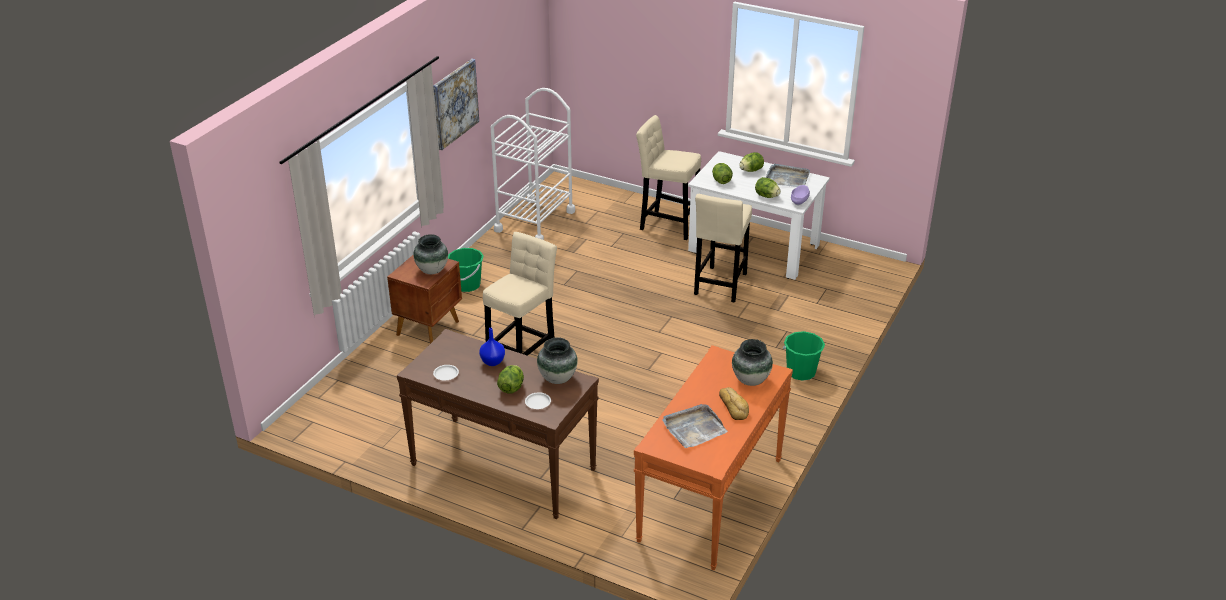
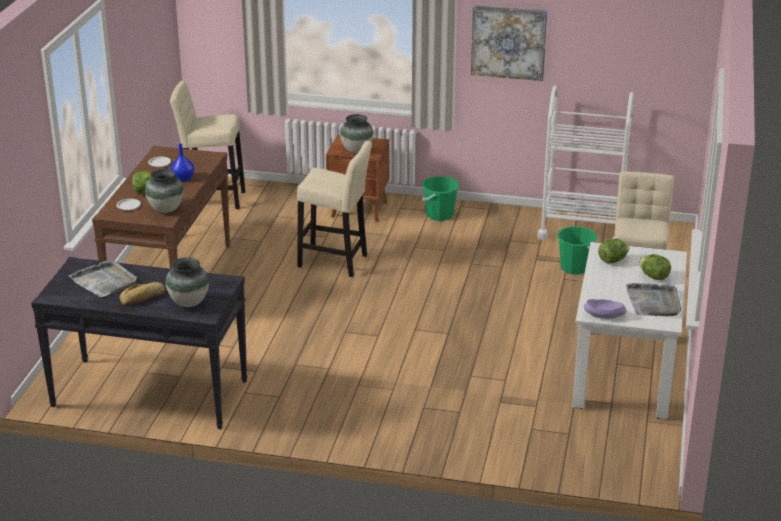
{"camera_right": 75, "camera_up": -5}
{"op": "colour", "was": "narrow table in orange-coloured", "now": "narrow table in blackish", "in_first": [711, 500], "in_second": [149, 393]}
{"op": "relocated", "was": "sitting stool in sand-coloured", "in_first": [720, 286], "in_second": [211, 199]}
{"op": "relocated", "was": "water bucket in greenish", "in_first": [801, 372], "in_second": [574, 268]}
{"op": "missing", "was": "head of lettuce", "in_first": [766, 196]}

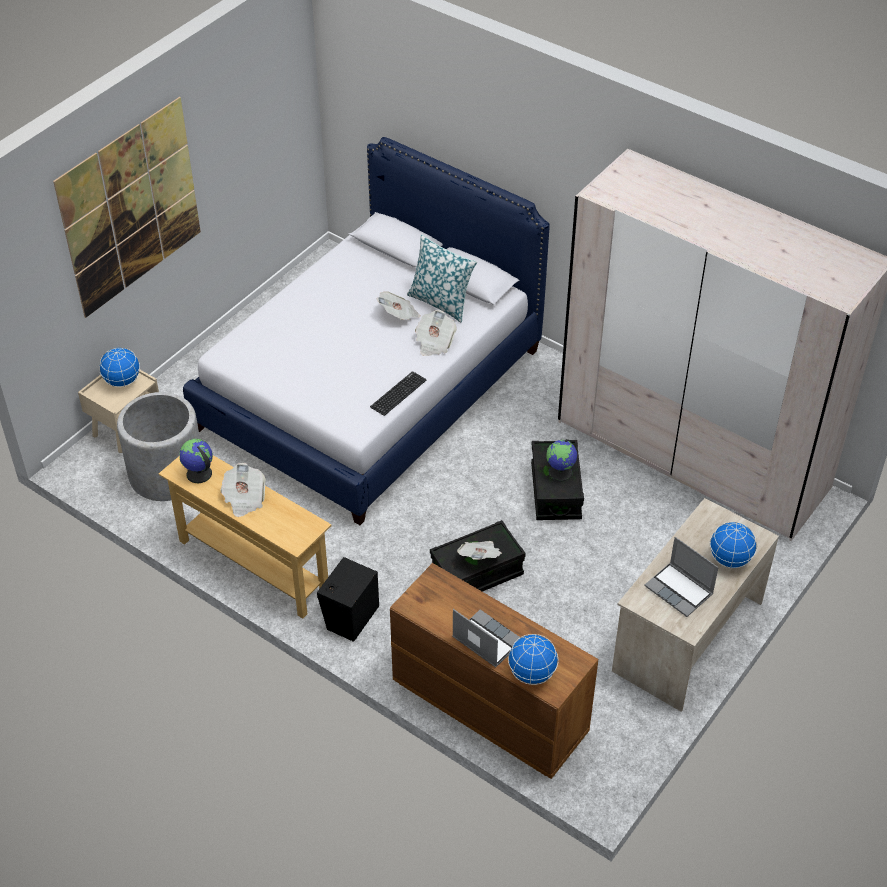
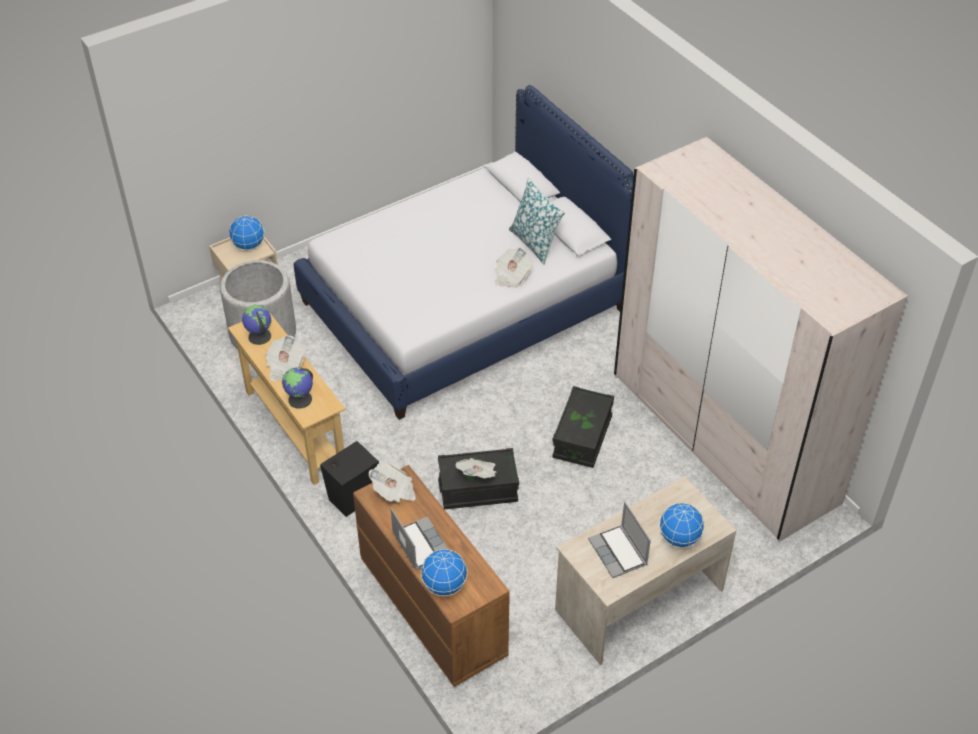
{"camera_right": 20, "camera_up": 0}
{"op": "relocated", "was": "globe", "in_first": [560, 472], "in_second": [300, 399]}
{"op": "relocated", "was": "daily paper", "in_first": [399, 315], "in_second": [394, 491]}
{"op": "missing", "was": "picture", "in_first": [131, 208]}
{"op": "missing", "was": "computer keyboard", "in_first": [398, 394]}

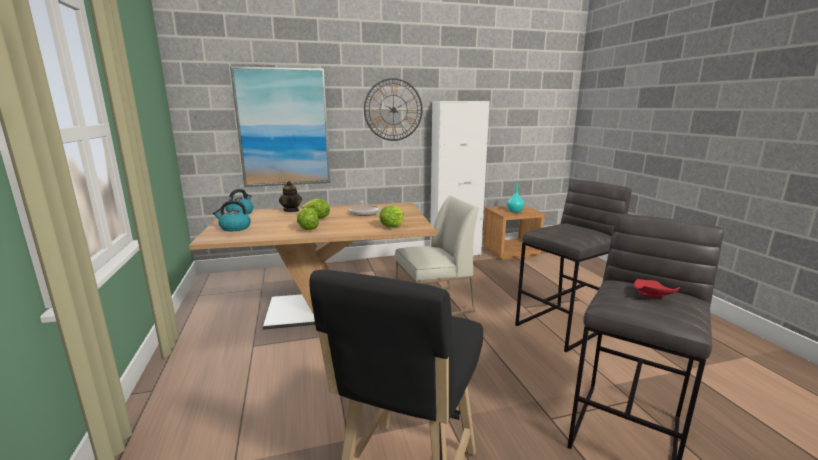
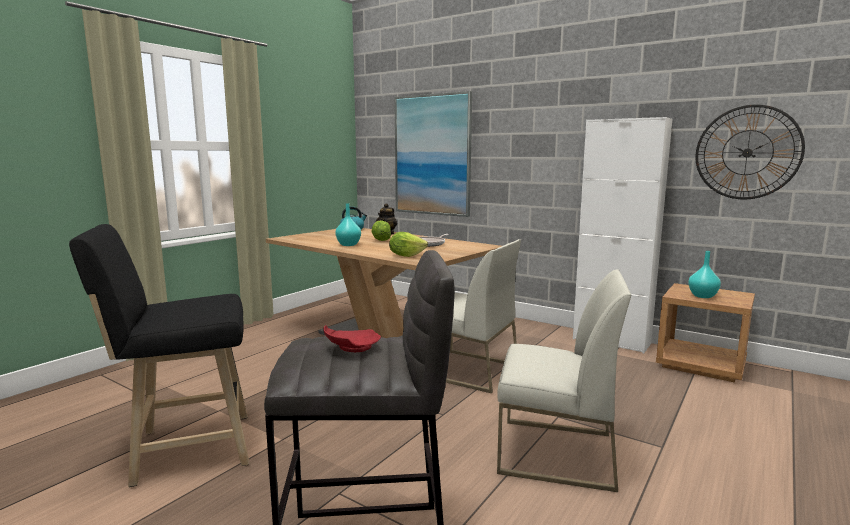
{"camera_right": 50, "camera_up": -5}
{"op": "exchanged", "was": "head of lettuce", "now": "vase in blue-green", "in_first": [307, 229], "in_second": [348, 245]}
{"op": "exchanged", "was": "sitting stool in grey", "now": "upright chair in white", "in_first": [563, 326], "in_second": [555, 453]}
{"op": "relocated", "was": "clock on the wall", "in_first": [393, 110], "in_second": [747, 152]}
{"op": "missing", "was": "kettle", "in_first": [234, 228]}

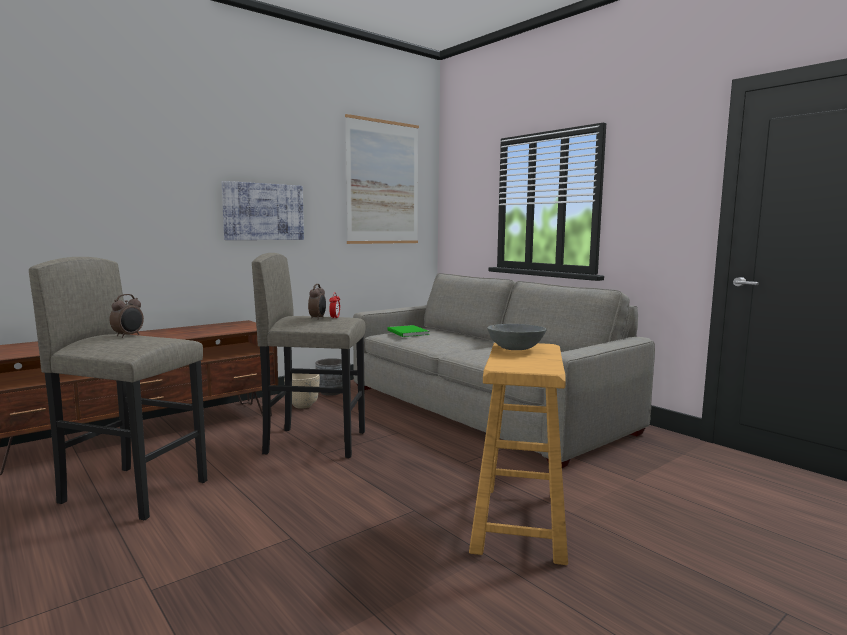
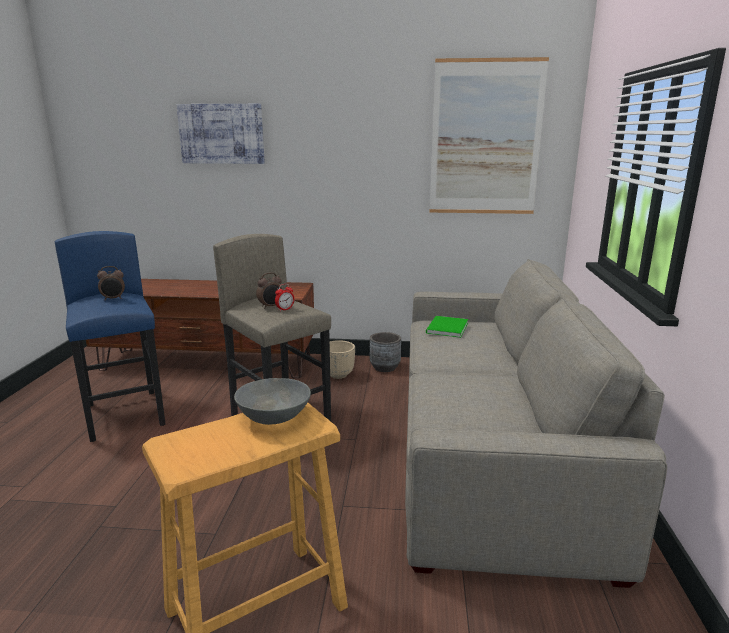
{"camera_right": 45, "camera_up": 10}
{"op": "colour", "was": "sitting stool in grey", "now": "sitting stool in bluish", "in_first": [135, 491], "in_second": [126, 414]}
{"op": "relocated", "was": "picture", "in_first": [263, 212], "in_second": [221, 134]}

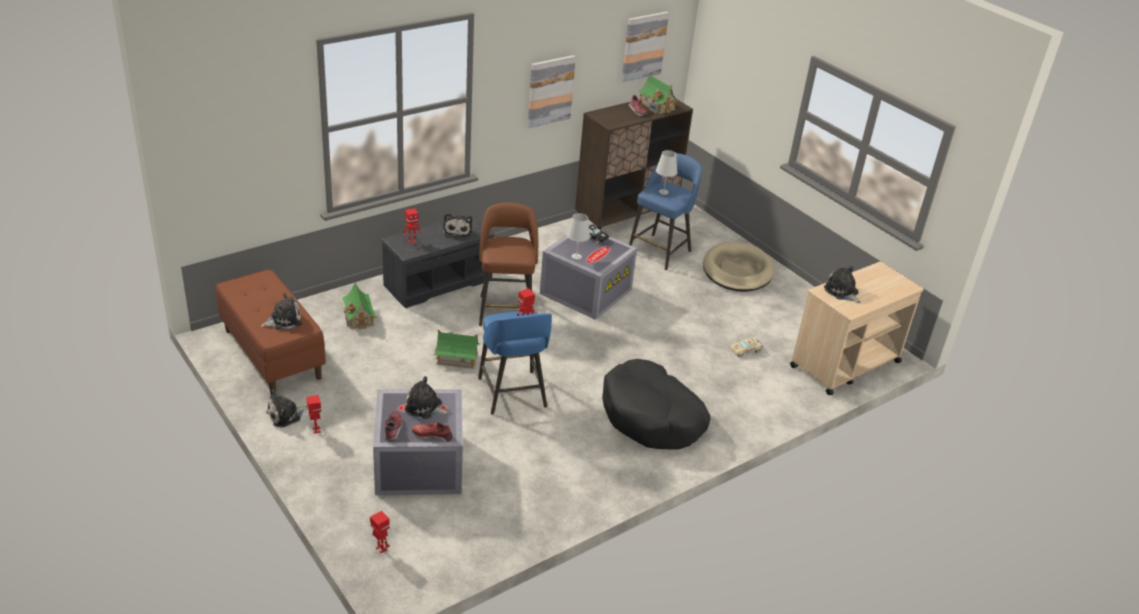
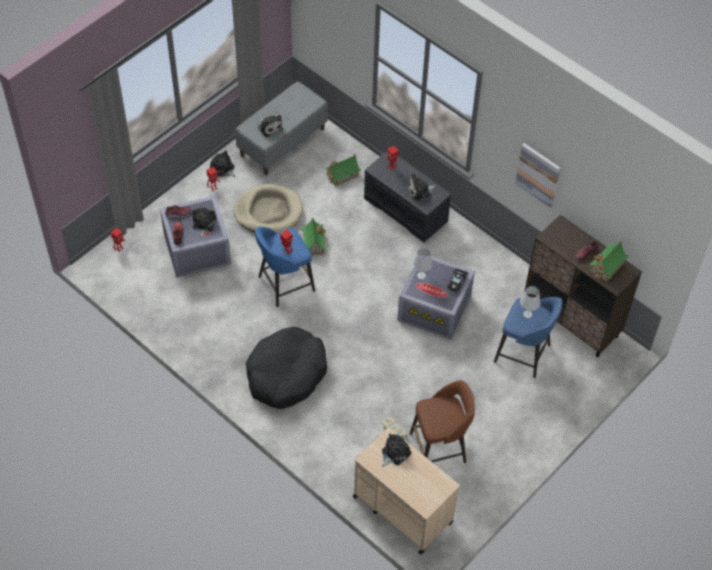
{"camera_right": 80, "camera_up": 20}
{"op": "relocated", "was": "dog cushion in sand-coloured", "in_first": [737, 271], "in_second": [268, 212]}
{"op": "colour", "was": "indoor bench in brown-coloured", "now": "indoor bench in grey", "in_first": [272, 354], "in_second": [282, 142]}
{"op": "relocated", "was": "sitting stool in brown-coloured", "in_first": [506, 310], "in_second": [439, 447]}
{"op": "missing", "was": "picture", "in_first": [643, 46]}

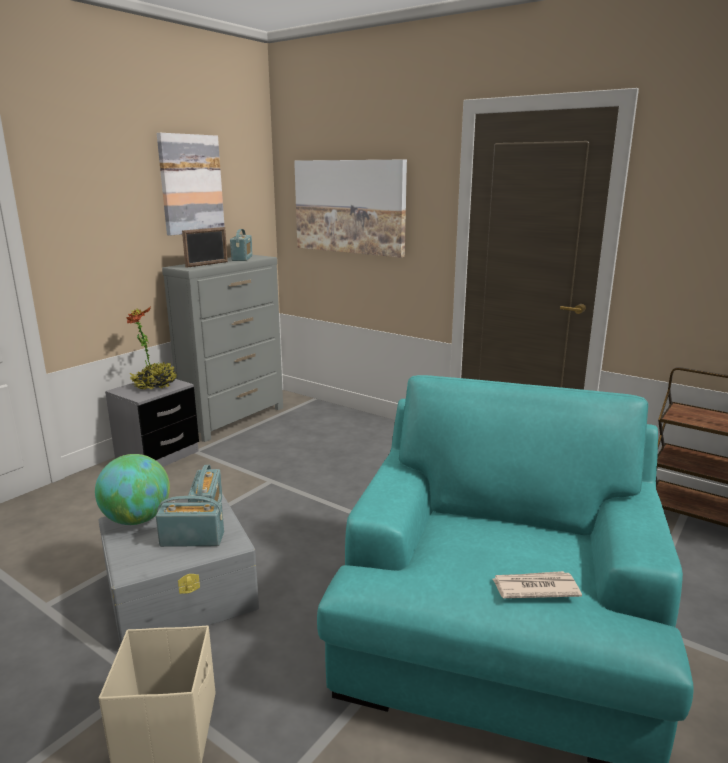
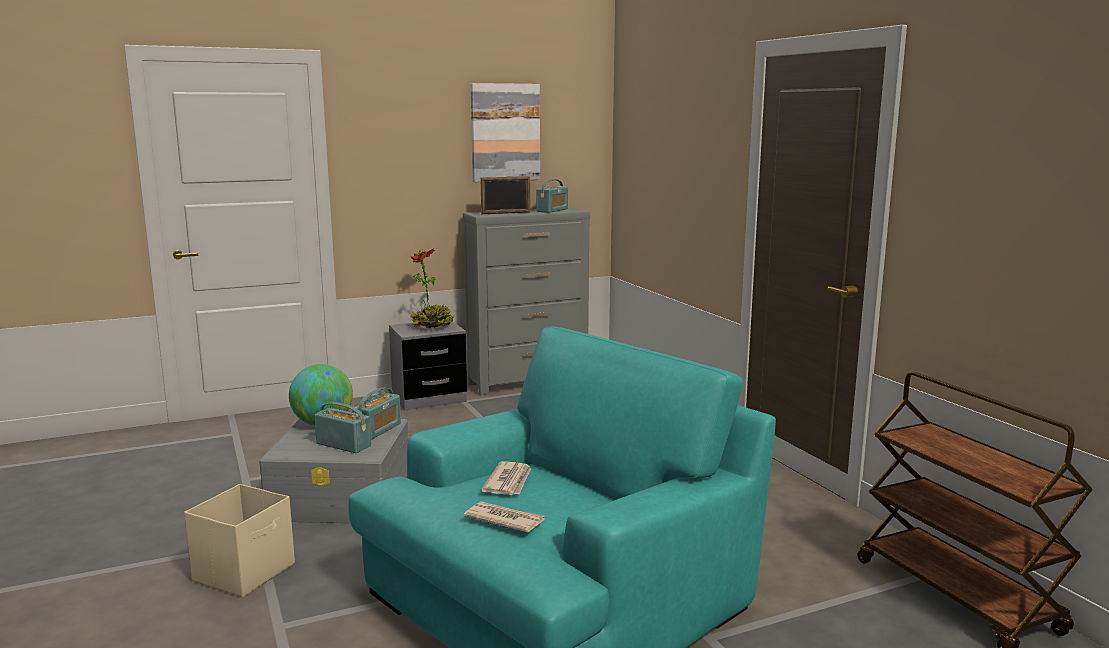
{"camera_right": 30, "camera_up": -5}
{"op": "appeared", "now": "daily paper", "in_second": [509, 482]}
{"op": "missing", "was": "picture", "in_first": [350, 206]}

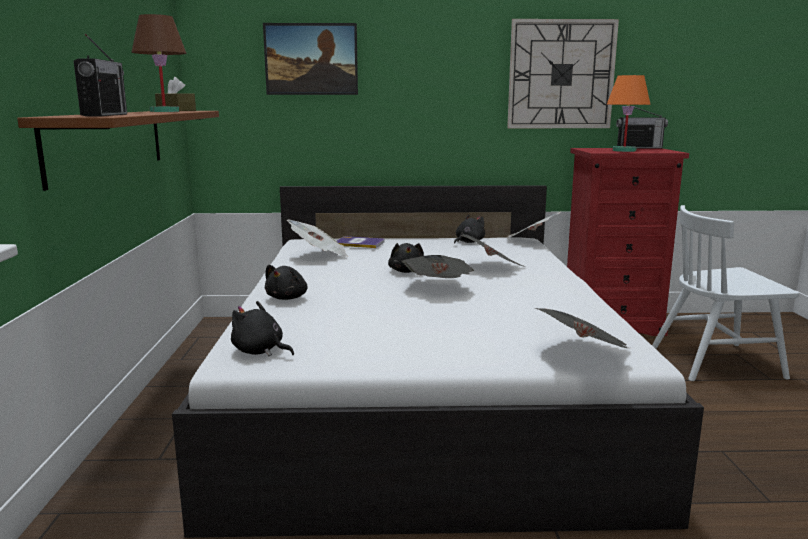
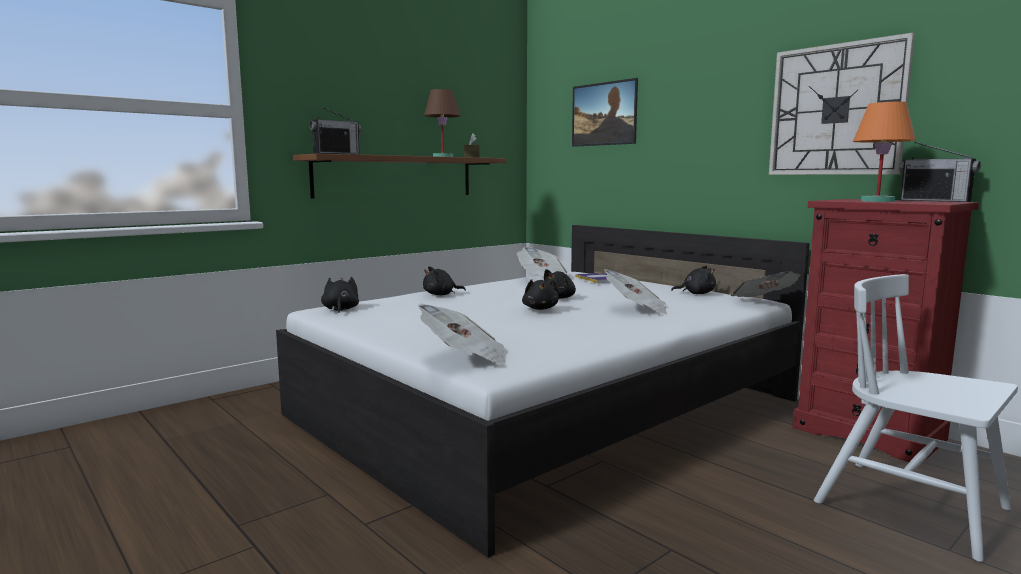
{"camera_right": 50, "camera_up": -5}
{"op": "exchanged", "was": "daily paper", "now": "soft toy in blackish", "in_first": [438, 287], "in_second": [540, 308]}

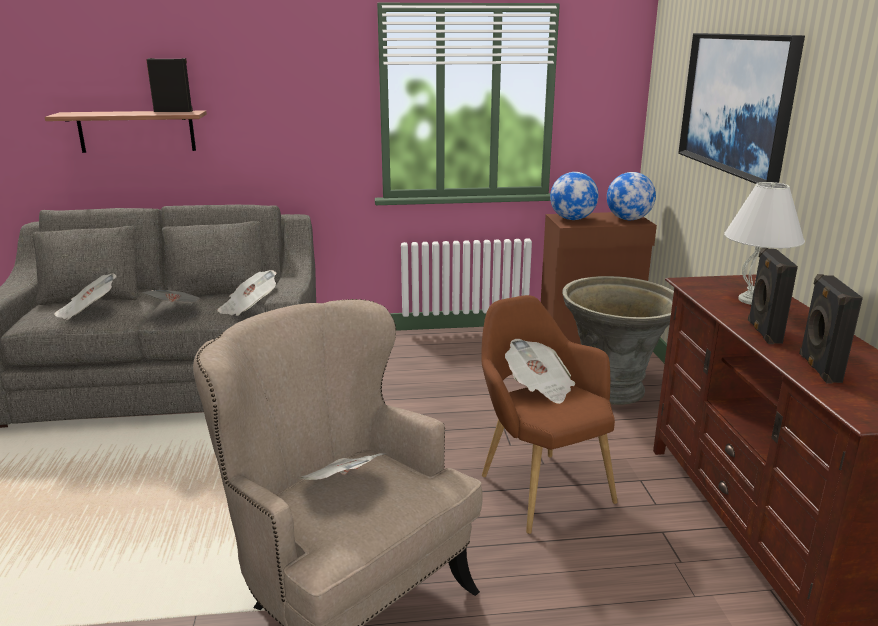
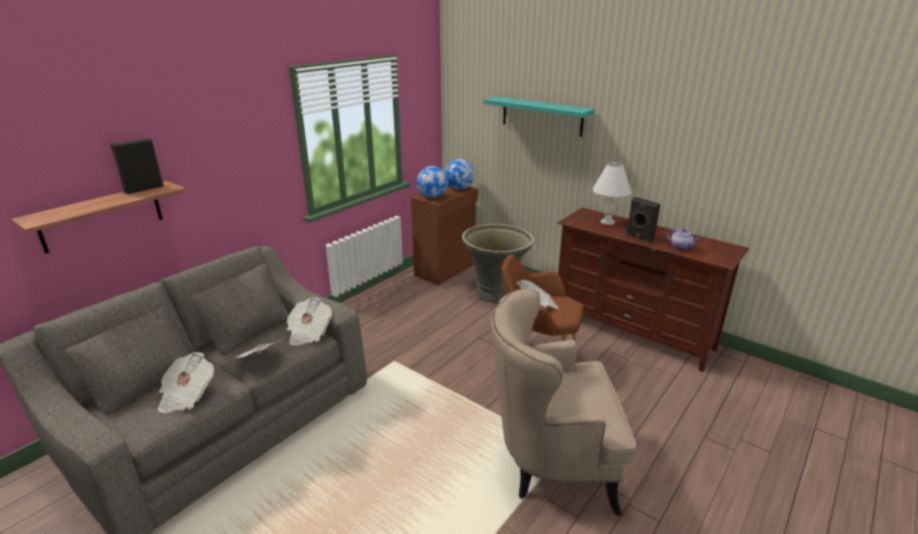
{"camera_right": -45, "camera_up": 5}
{"op": "exchanged", "was": "picture", "now": "bracket shelf in blue-green", "in_first": [737, 103], "in_second": [541, 116]}
{"op": "exchanged", "was": "speaker in blackish", "now": "tea pot", "in_first": [818, 368], "in_second": [681, 247]}
{"op": "missing", "was": "daily paper", "in_first": [343, 486]}

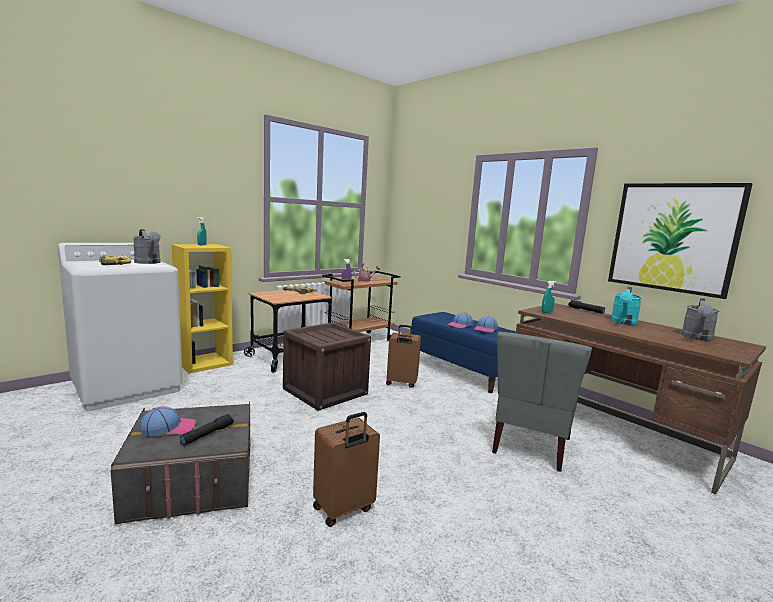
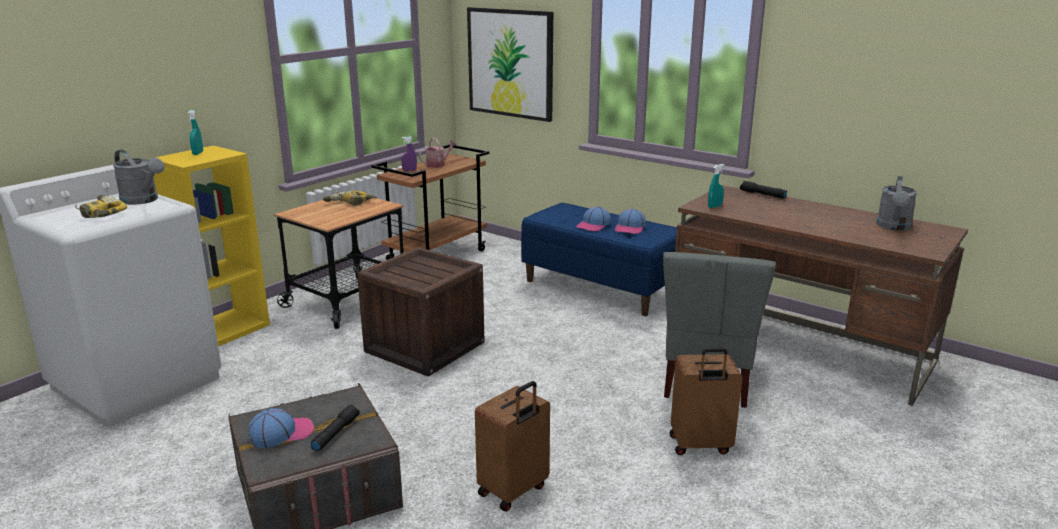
{"camera_right": -10, "camera_up": 10}
{"op": "relocated", "was": "picture", "in_first": [673, 237], "in_second": [510, 63]}
{"op": "relocated", "was": "travel case in brown-coloured", "in_first": [401, 383], "in_second": [700, 445]}
{"op": "missing", "was": "sprinkling can in blue-green", "in_first": [623, 322]}

